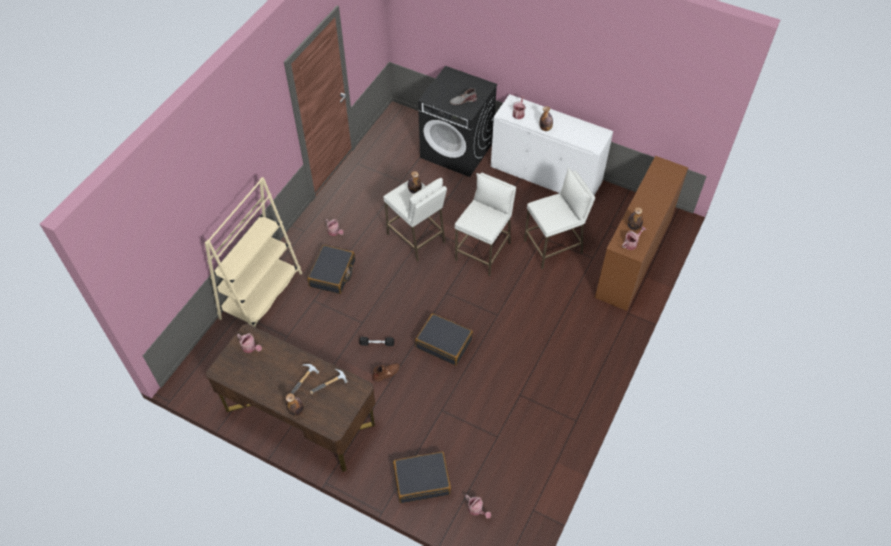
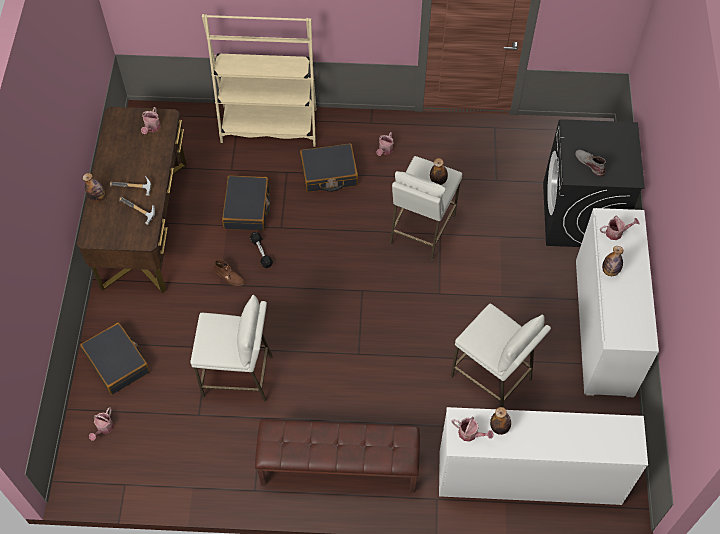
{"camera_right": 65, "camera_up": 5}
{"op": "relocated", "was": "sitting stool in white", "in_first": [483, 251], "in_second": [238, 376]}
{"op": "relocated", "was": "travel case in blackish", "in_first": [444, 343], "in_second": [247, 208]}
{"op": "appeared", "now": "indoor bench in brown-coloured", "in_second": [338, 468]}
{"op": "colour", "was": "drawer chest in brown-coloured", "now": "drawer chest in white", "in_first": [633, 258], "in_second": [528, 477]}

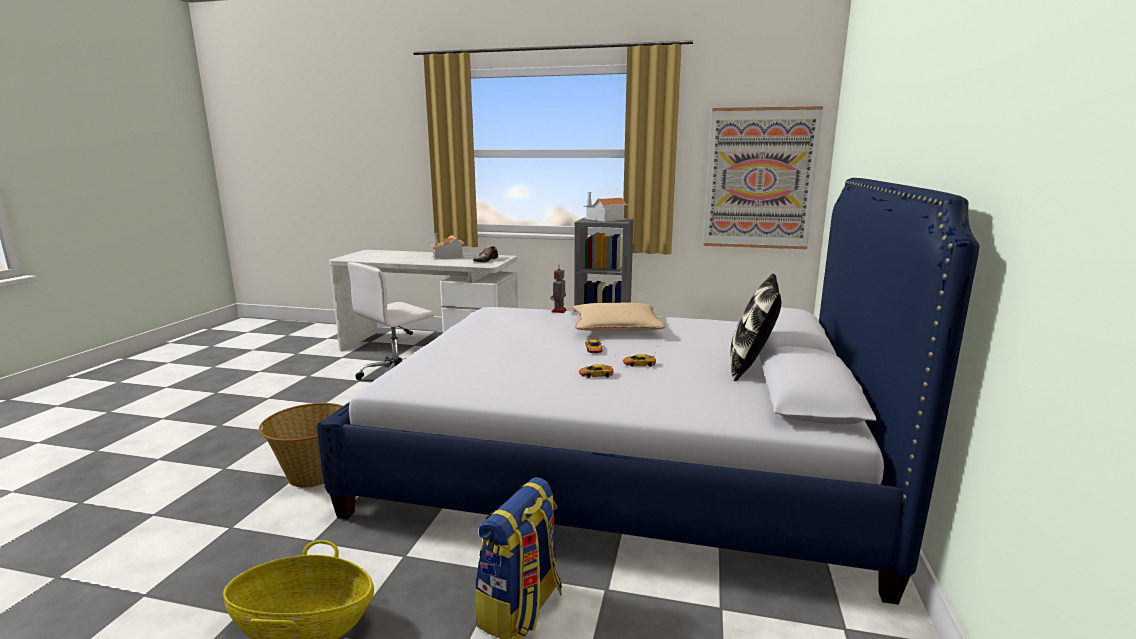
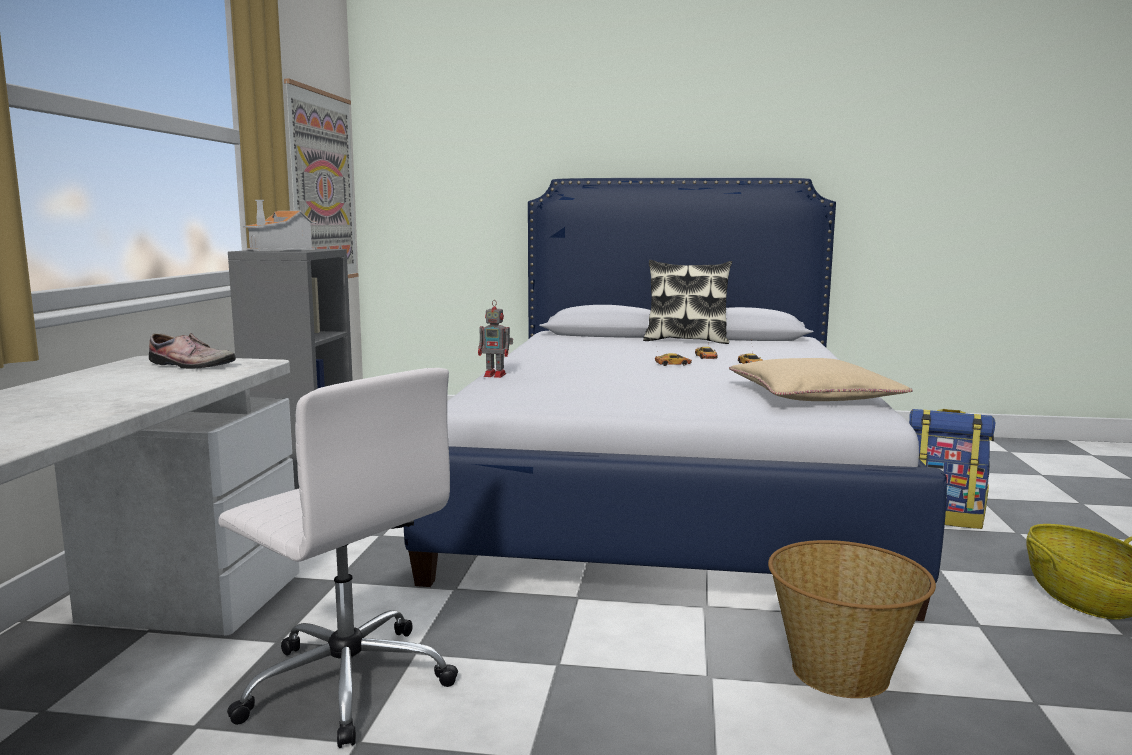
{"camera_right": -95, "camera_up": -5}
{"op": "relocated", "was": "cushion in sand-coloured", "in_first": [616, 326], "in_second": [813, 395]}
{"op": "missing", "was": "miniature house", "in_first": [449, 256]}

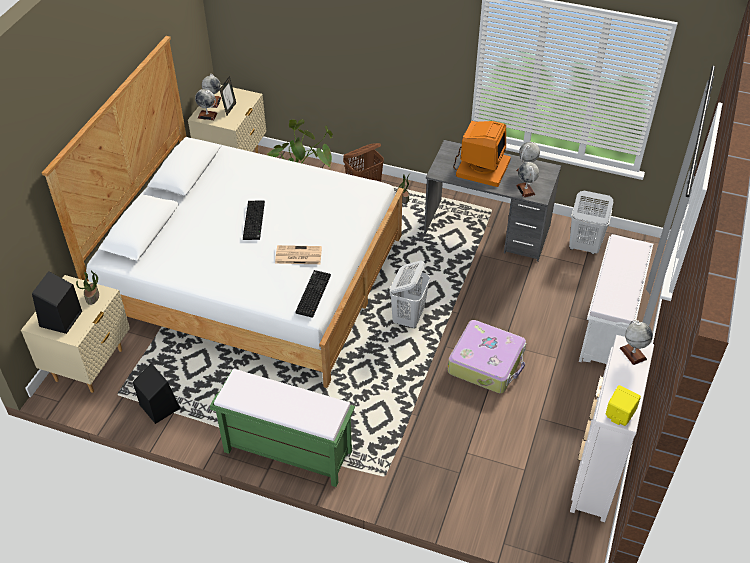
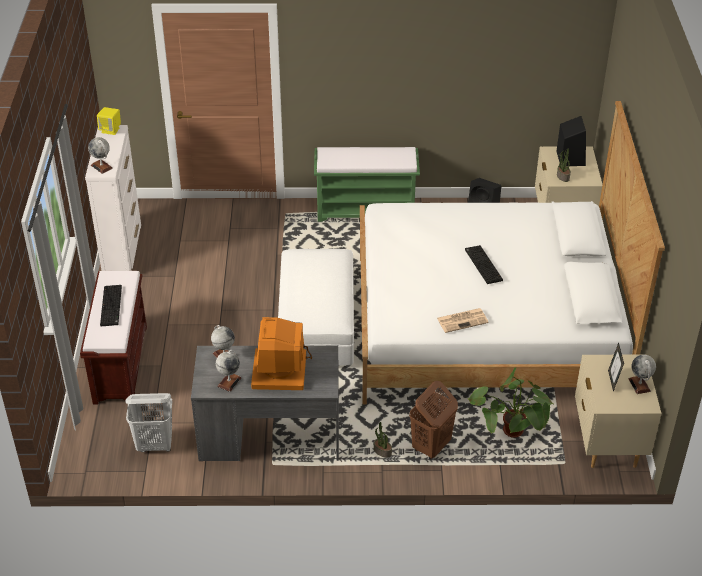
{"camera_right": 160, "camera_up": -5}
{"op": "colour", "was": "indoor bench in white", "now": "indoor bench in brown-coloured", "in_first": [609, 328], "in_second": [120, 363]}
{"op": "relocated", "was": "computer keyboard", "in_first": [312, 293], "in_second": [112, 306]}
{"op": "exchanged", "was": "hamper in white", "now": "footrest in white", "in_first": [408, 317], "in_second": [317, 325]}
{"op": "relocated", "was": "daily paper", "in_first": [297, 255], "in_second": [463, 320]}
{"op": "missing", "was": "globe", "in_first": [207, 115]}
{"op": "missing", "was": "travel case", "in_first": [486, 363]}

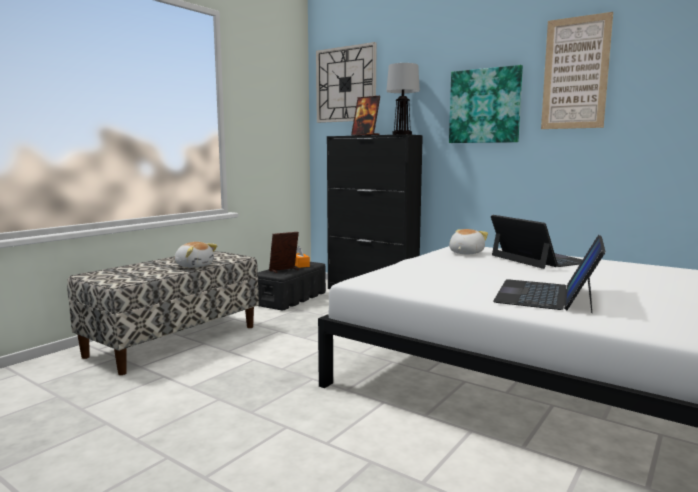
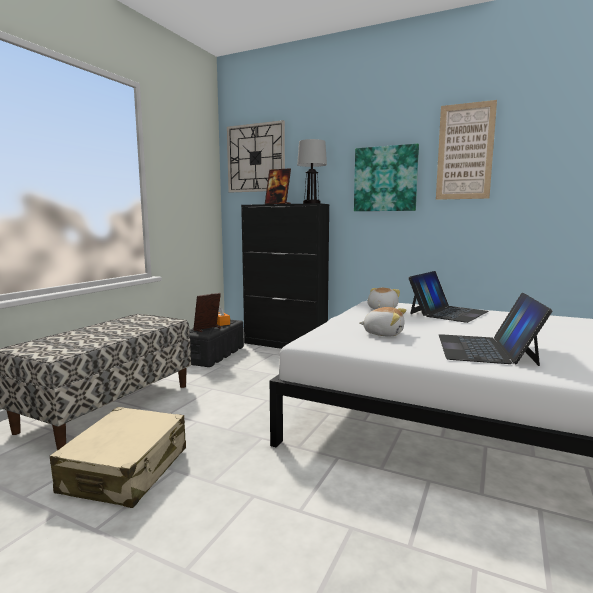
{"camera_right": -10, "camera_up": 0}
{"op": "appeared", "now": "travel case in sand-coloured", "in_second": [126, 470]}
{"op": "relocated", "was": "soft toy", "in_first": [194, 266], "in_second": [383, 333]}
{"op": "spun", "was": "portable computer", "in_first": [539, 259], "in_second": [448, 312], "clockwise": 75}

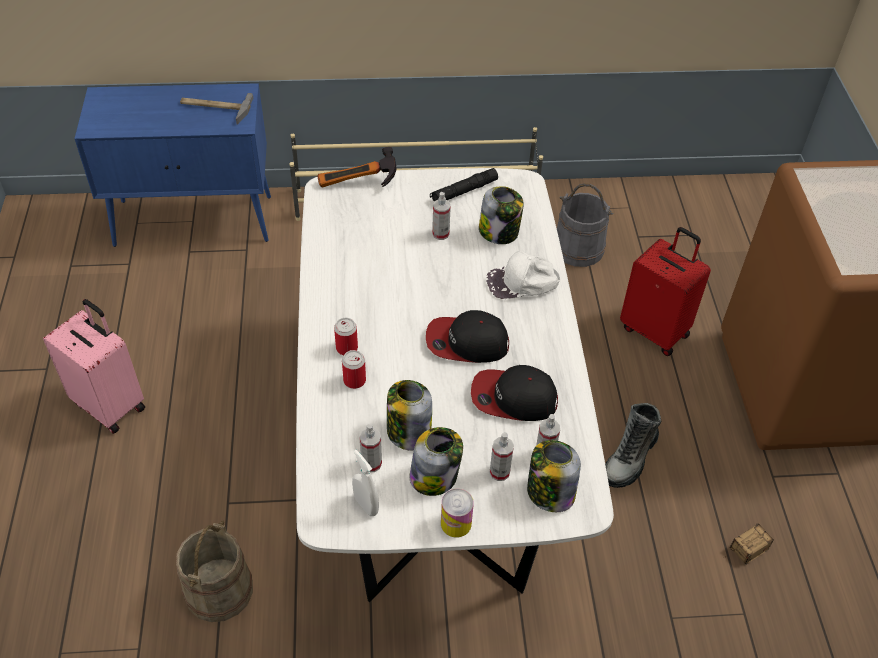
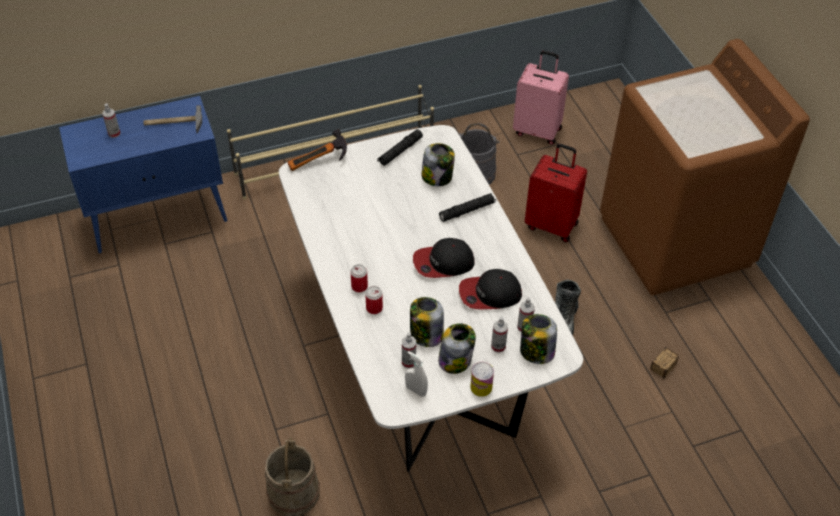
{"camera_right": -15, "camera_up": 0}
{"op": "relocated", "was": "spray bottle", "in_first": [440, 234], "in_second": [114, 133]}
{"op": "exchanged", "was": "peaked cap in white", "now": "flashlight in blackish", "in_first": [522, 282], "in_second": [467, 211]}
{"op": "relocated", "was": "travel case in pinkish", "in_first": [111, 404], "in_second": [538, 130]}

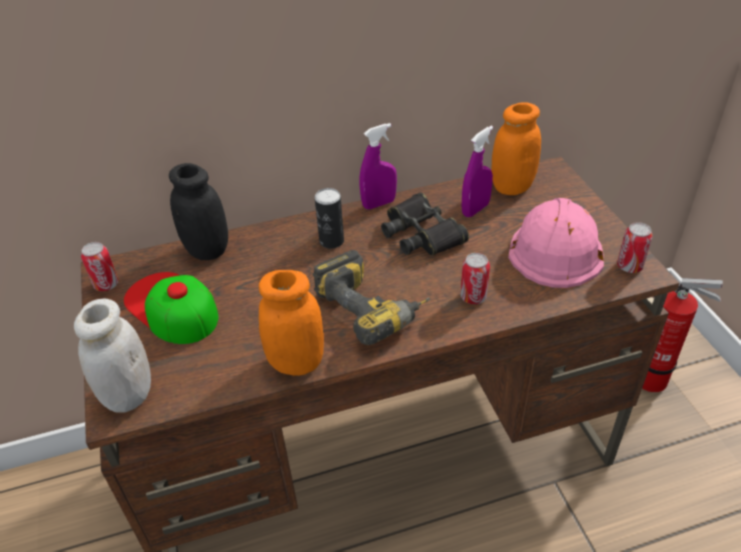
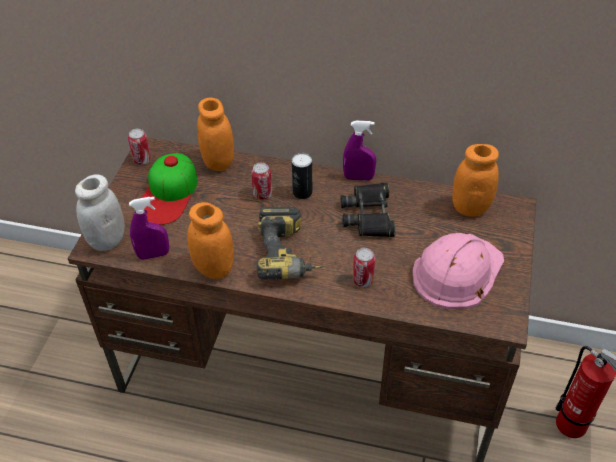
{"camera_right": 30, "camera_up": 5}
{"op": "relocated", "was": "spray bottle in purple", "in_first": [475, 209], "in_second": [153, 255]}
{"op": "spun", "was": "peaked cap", "in_first": [171, 307], "in_second": [168, 194], "clockwise": -150}
{"op": "colour", "was": "storage jar in blackish", "now": "storage jar in orange-coloured", "in_first": [207, 250], "in_second": [218, 162]}
{"op": "relocated", "was": "can", "in_first": [629, 266], "in_second": [262, 194]}

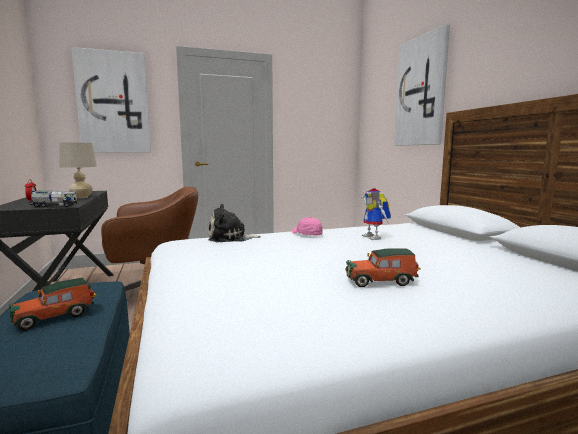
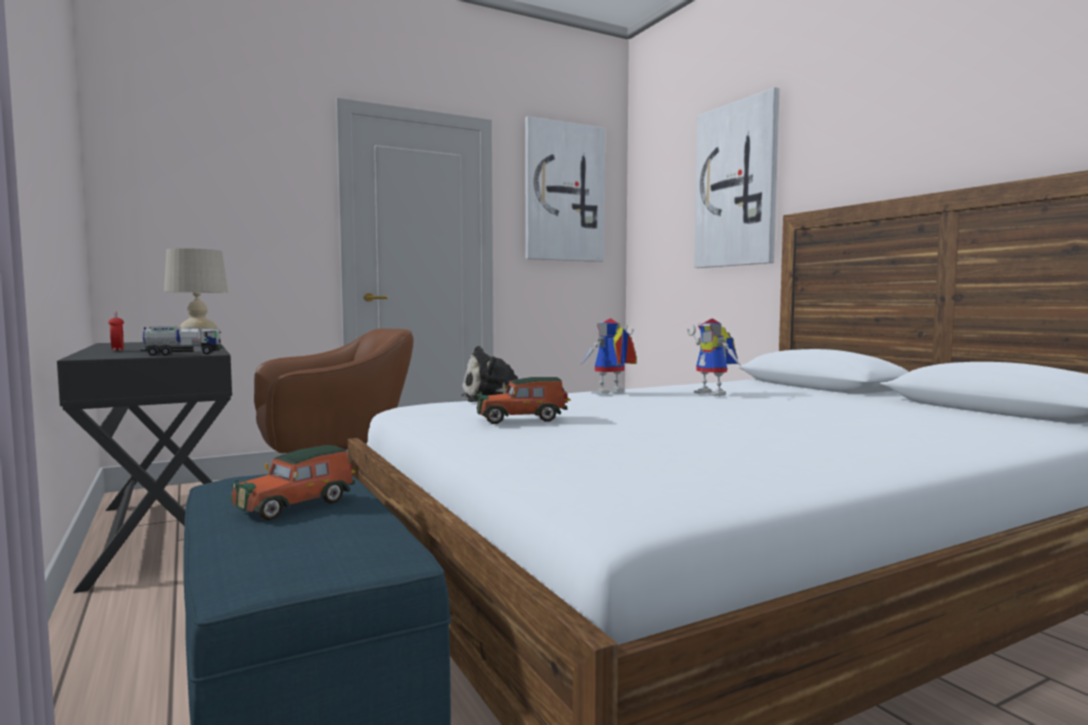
{"camera_right": -10, "camera_up": -5}
{"op": "relocated", "was": "toy car", "in_first": [381, 281], "in_second": [523, 419]}
{"op": "relocated", "was": "picture", "in_first": [113, 103], "in_second": [564, 192]}
{"op": "exchanged", "was": "peaked cap in pinkish", "now": "model robot", "in_first": [306, 234], "in_second": [609, 393]}

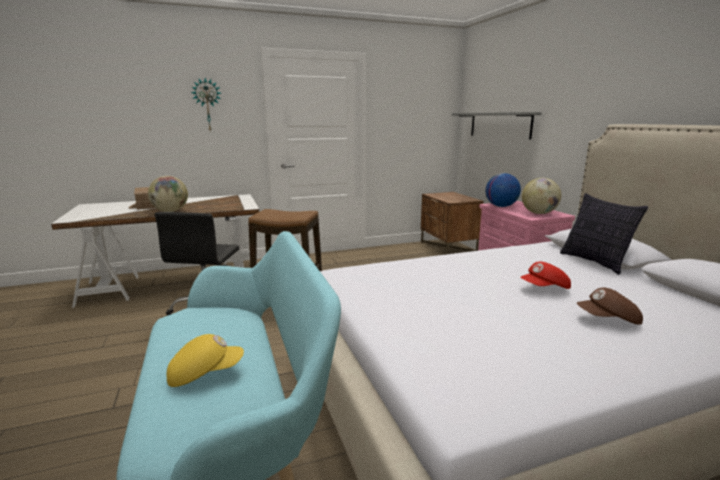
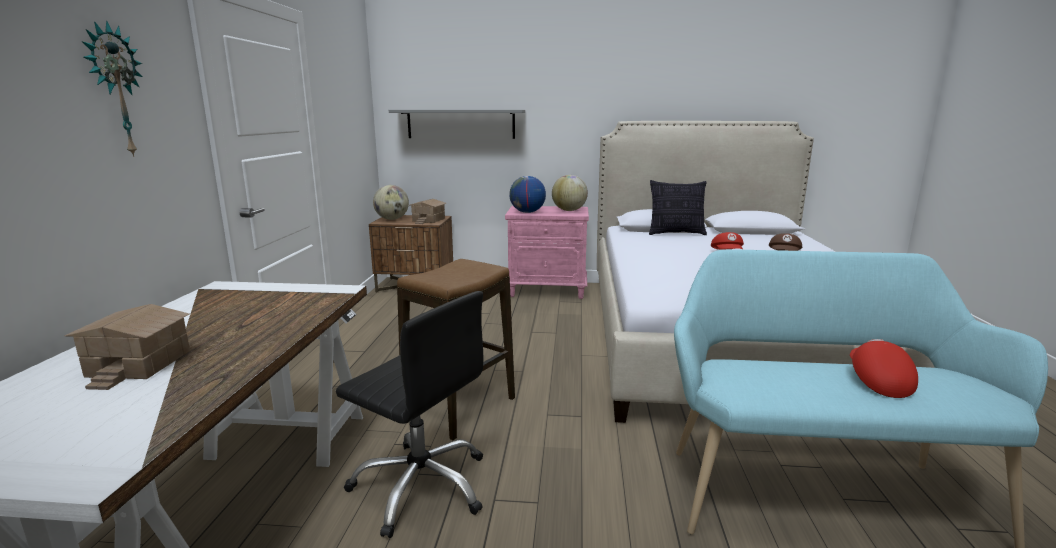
{"camera_right": -65, "camera_up": 0}
{"op": "relocated", "was": "globe", "in_first": [170, 211], "in_second": [392, 219]}
{"op": "appeared", "now": "miniature house", "in_second": [429, 220]}
{"op": "colour", "was": "peaked cap in yellow", "now": "peaked cap in red-coloured", "in_first": [205, 373], "in_second": [877, 381]}

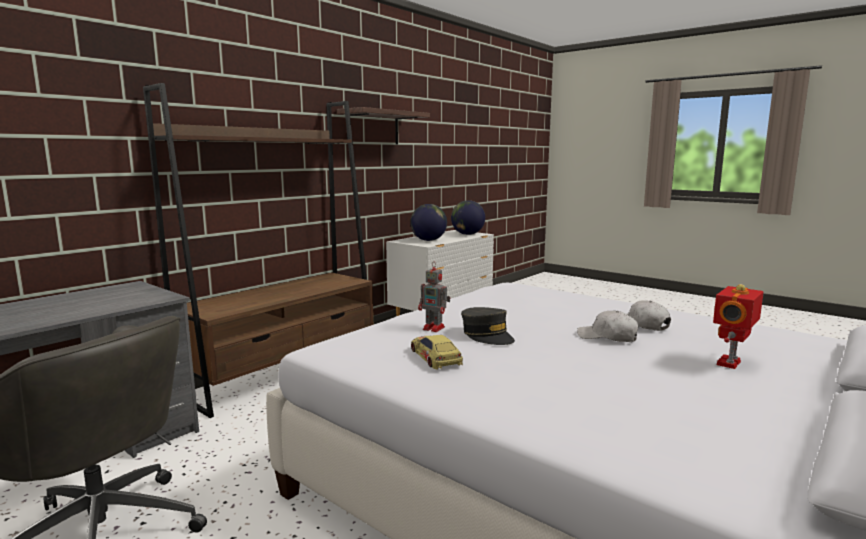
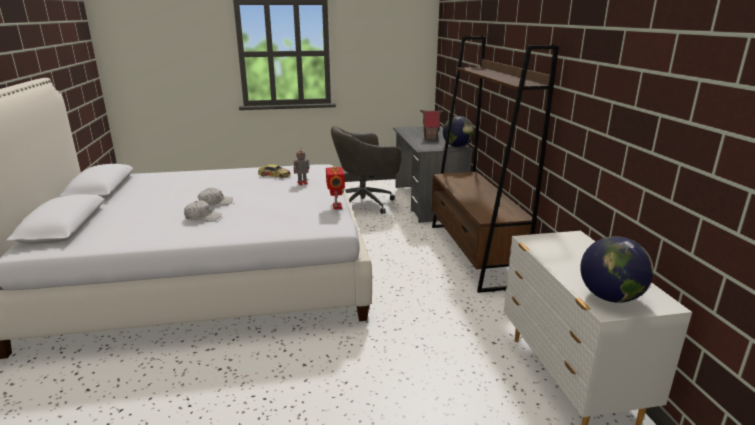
{"camera_right": 130, "camera_up": 10}
{"op": "relocated", "was": "model robot", "in_first": [731, 363], "in_second": [336, 206]}
{"op": "appeared", "now": "miniature house", "in_second": [430, 139]}
{"op": "relocated", "was": "globe", "in_first": [428, 240], "in_second": [457, 146]}
{"op": "missing", "was": "bracket shelf", "in_first": [373, 128]}
{"op": "missing", "was": "peaked cap in grey", "in_first": [487, 335]}

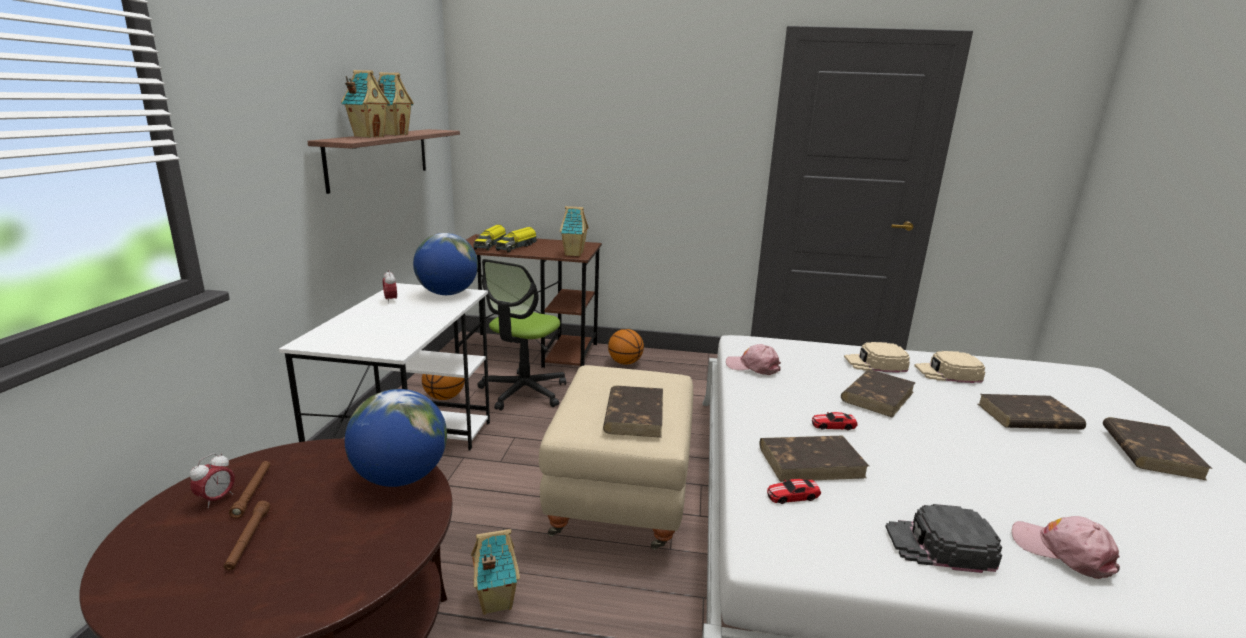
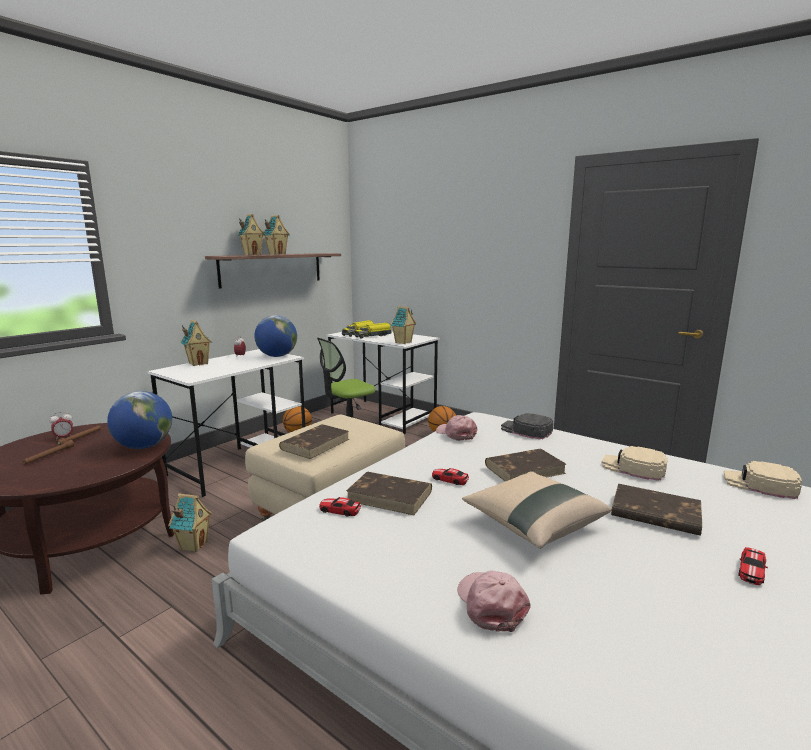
{"camera_right": 30, "camera_up": -5}
{"op": "appeared", "now": "miniature house", "in_second": [198, 363]}
{"op": "colour", "was": "desk in brown-coloured", "now": "desk in white", "in_first": [530, 351], "in_second": [383, 416]}
{"op": "appeared", "now": "cushion in sand-coloured", "in_second": [533, 524]}
{"op": "relocated", "was": "peaked cap in blackish", "in_first": [940, 546], "in_second": [526, 430]}
{"op": "relocated", "was": "peaked cap in sand-coloured", "in_first": [875, 363], "in_second": [760, 484]}
{"op": "exchanged", "was": "book in brown-coloured", "now": "toy car", "in_first": [1149, 451], "in_second": [752, 570]}

